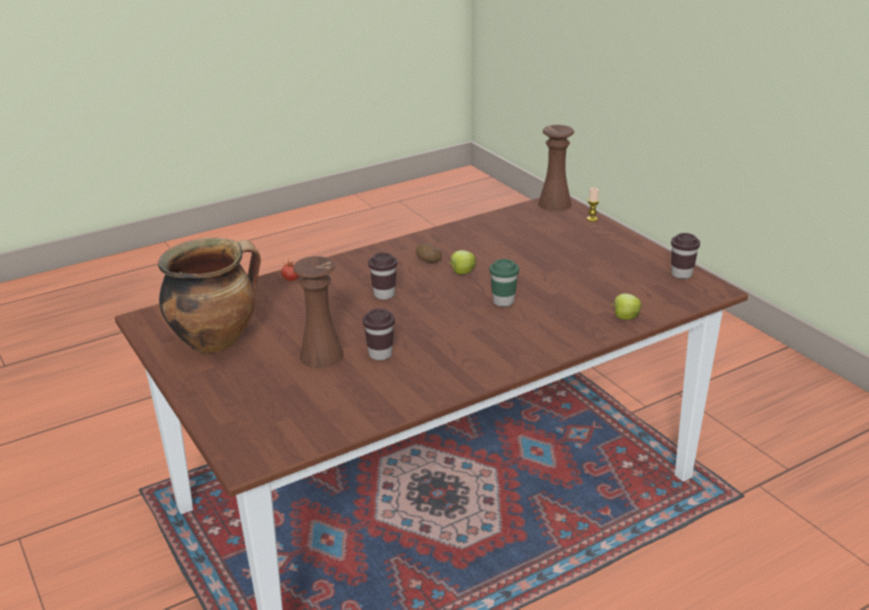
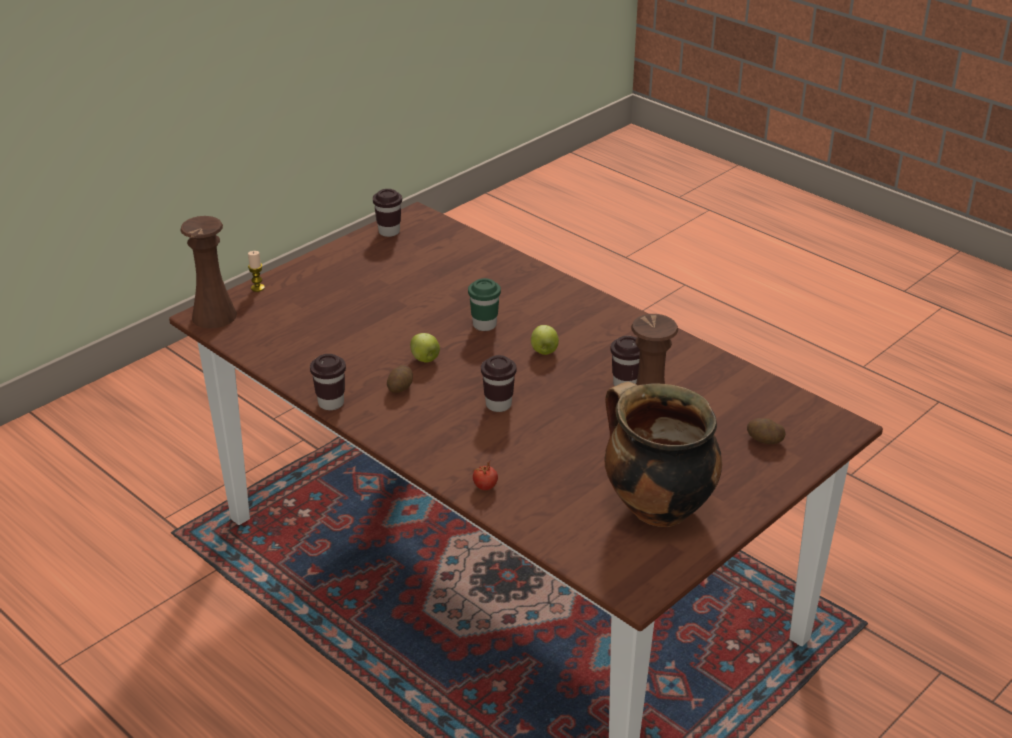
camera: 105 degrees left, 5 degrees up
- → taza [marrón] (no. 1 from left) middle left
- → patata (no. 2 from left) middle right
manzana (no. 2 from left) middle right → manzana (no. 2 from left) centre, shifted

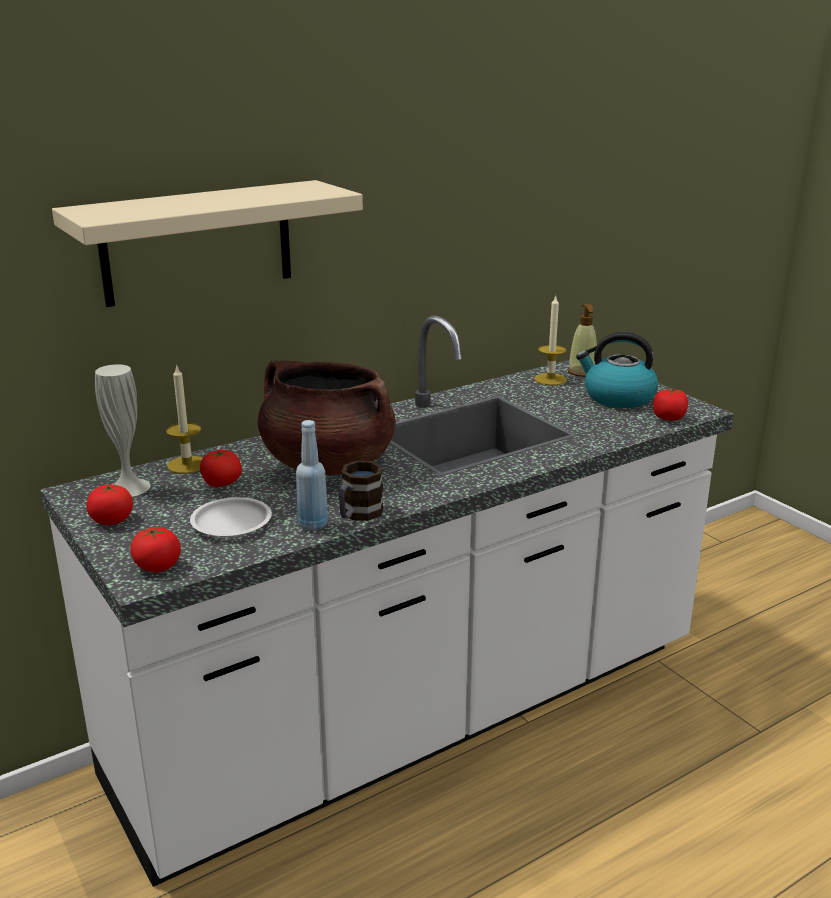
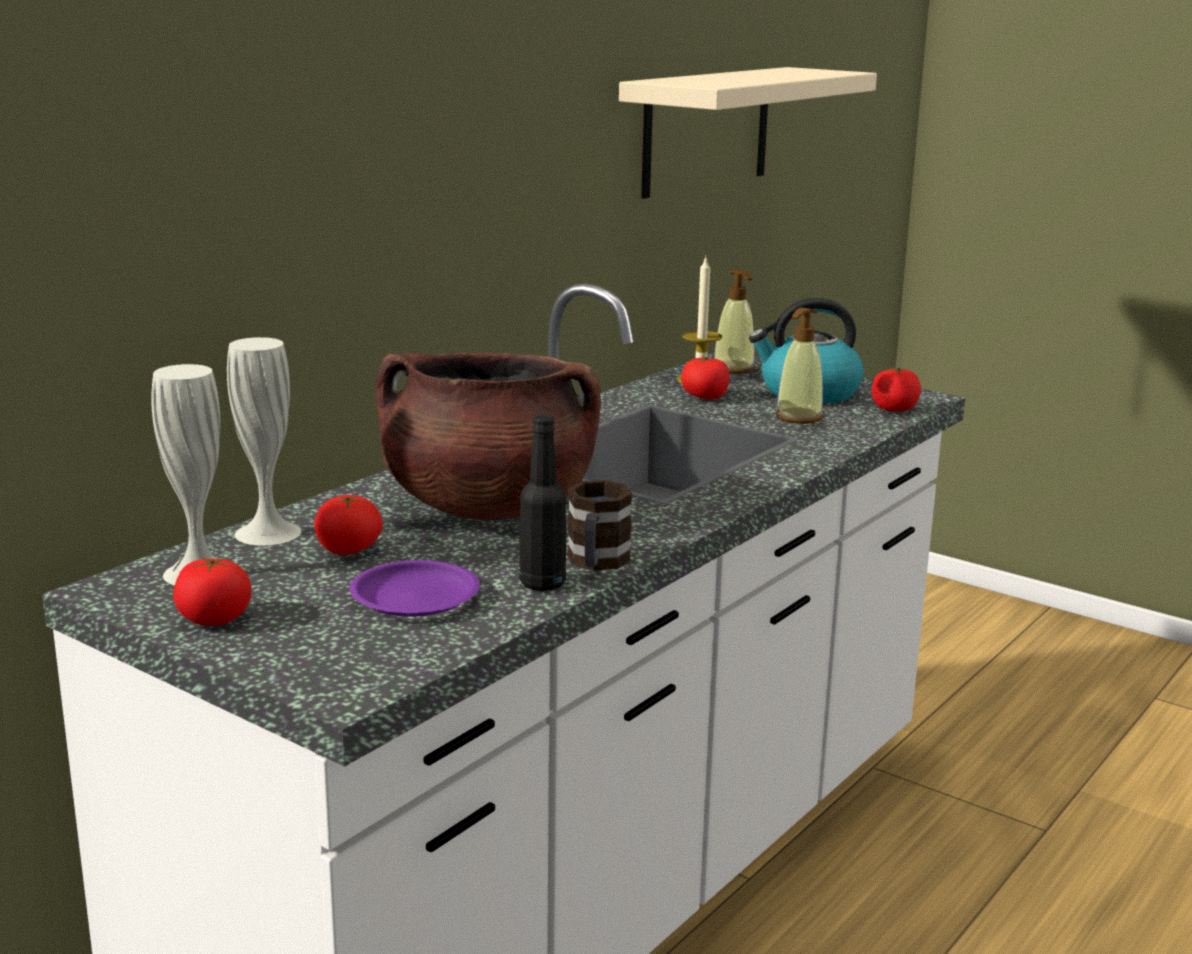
camera: 20 degrees left, 5 degrees down
- → dispensador de jabón (no. 2 from left) middle right
estante [beis] top left → estante [beis] top centre, shifted
tomate (no. 2 from left in the first image) middle left → tomate (no. 3 from left) centre, shifted
vela (no. 1 from left) middle left → florero [blanco] (no. 2 from left) middle left
plato [blanco] middle left → plato [morado] centre
botella [azul] centre → botella [negro] centre

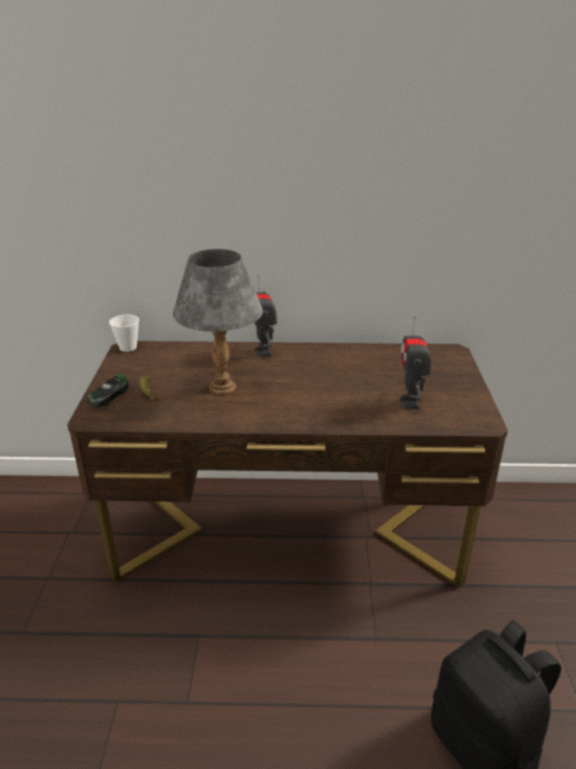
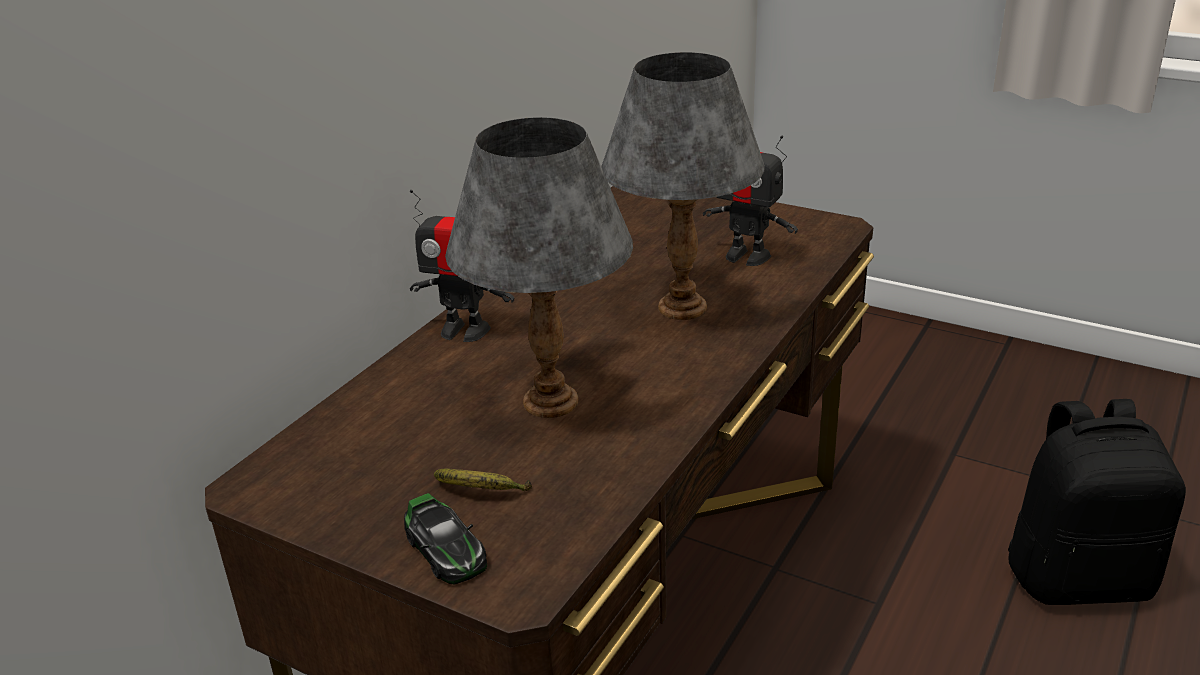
camera: 60 degrees left, 0 degrees up
taza middle left → -
- → lámpara de mesa [gris] (no. 2 from left) top centre

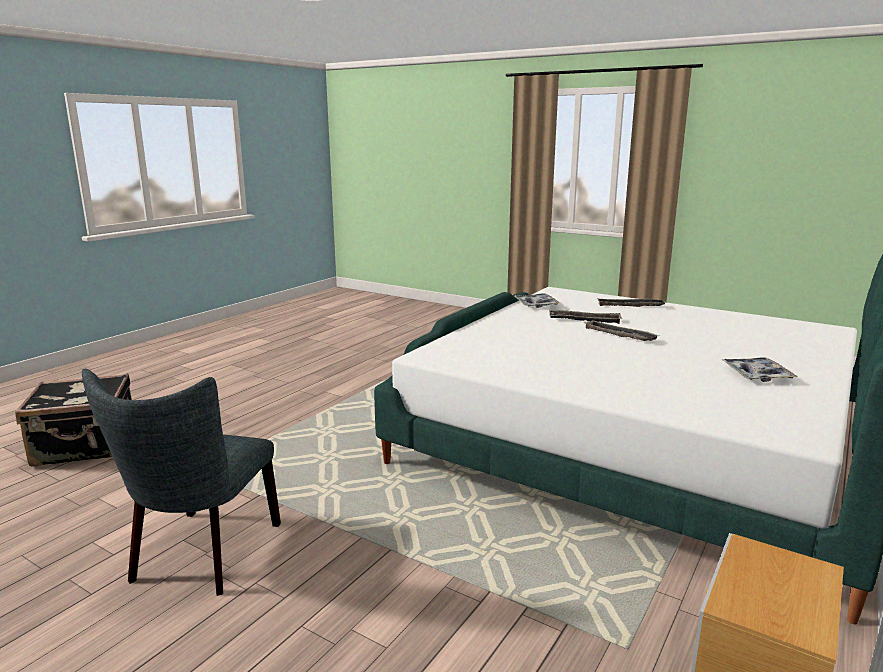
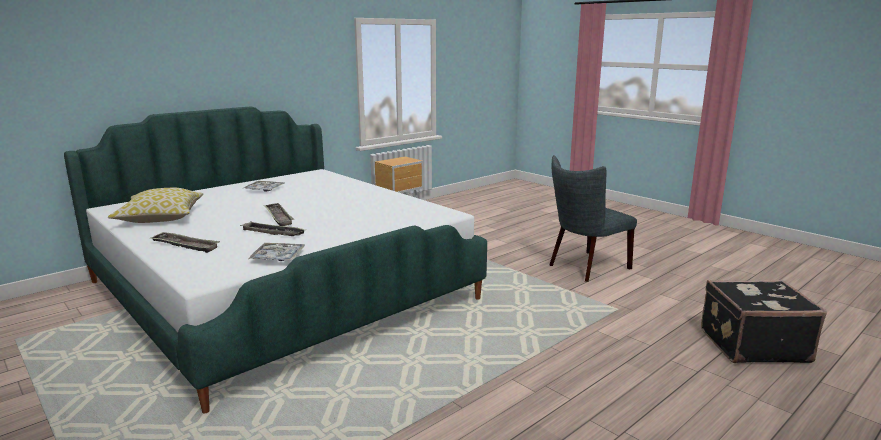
camera: 165 degrees left, 0 degrees up
- → cojín middle left
silla [gris] bottom left → silla [gris] middle right, 150 degrees counterclockwise

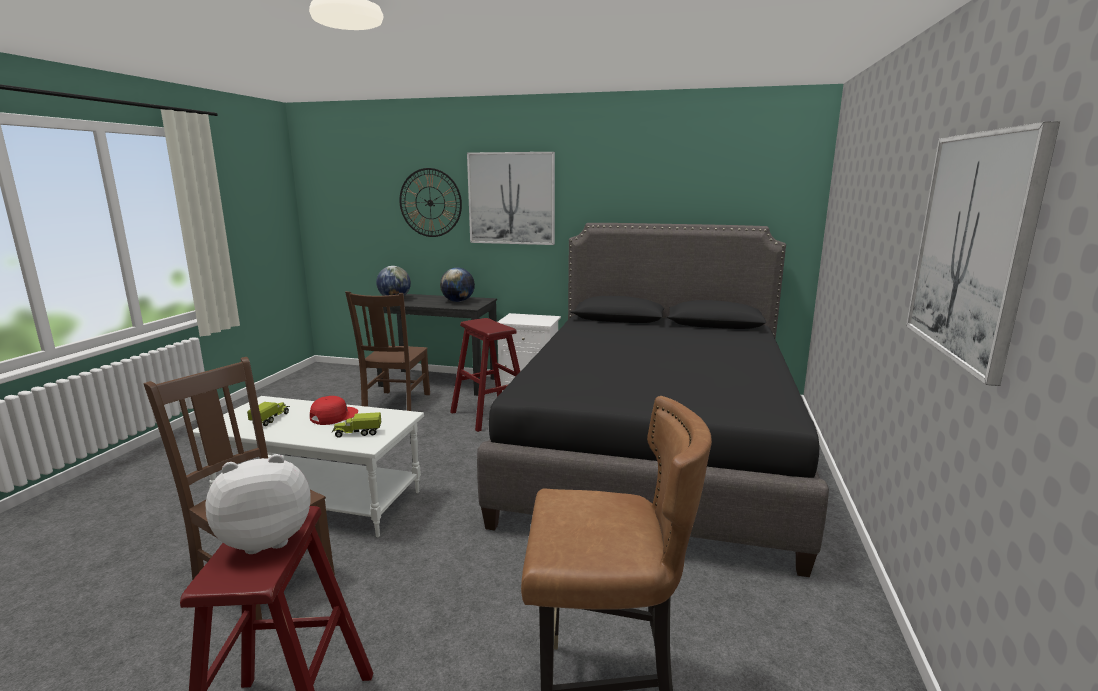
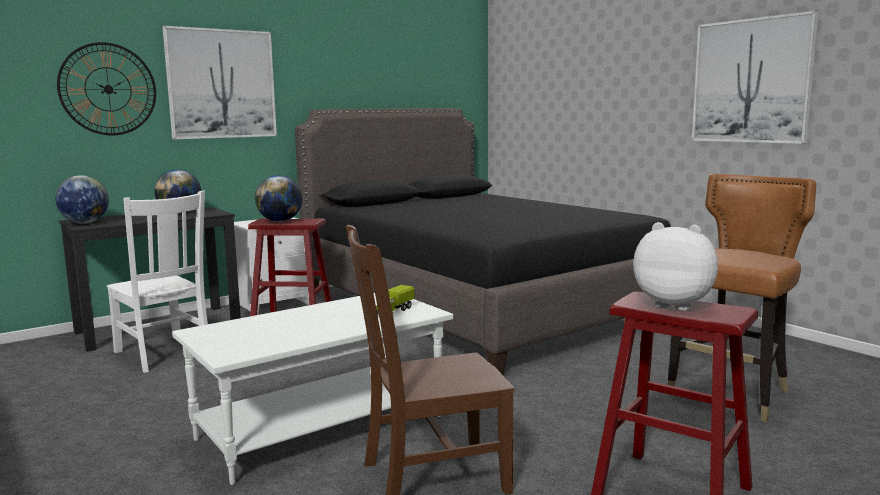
camera: 50 degrees left, 5 degrees down
camión de juguete (no. 1 from left) middle left → -
gorra [rojo] middle left → -
- → globo terráqueo (no. 3 from left) middle left
silla [marrón] (no. 2 from left) centre → silla [blanco] middle left
peluche bottom left → peluche middle right, 105 degrees clockwise

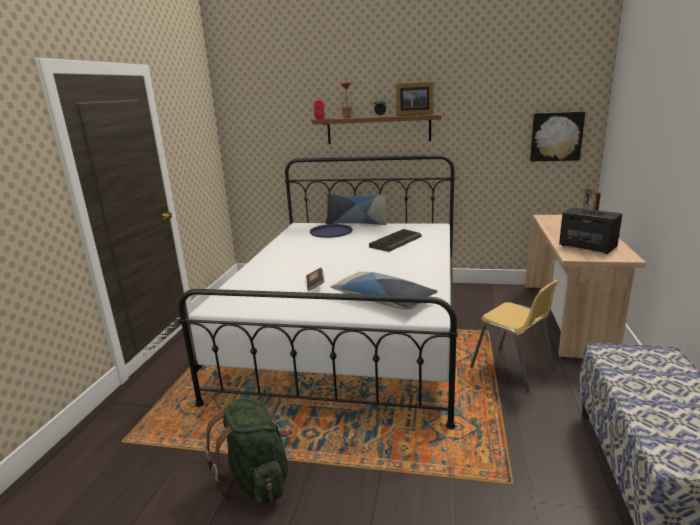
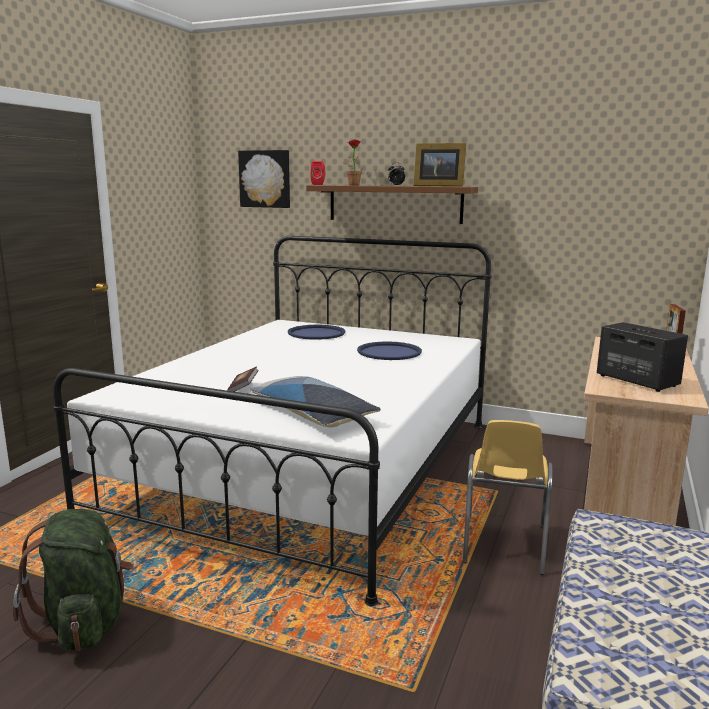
camera: 10 degrees right, 5 degrees down
cojín (no. 1 from left) centre → -
cuadro top right → cuadro top centre, shifted
teclado centre → bandeja [azul] (no. 2 from left) centre
silla [amarillo] middle right → silla [amarillo] bottom right, 45 degrees clockwise

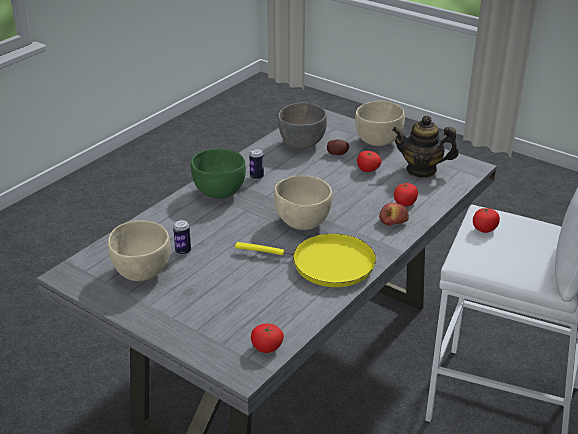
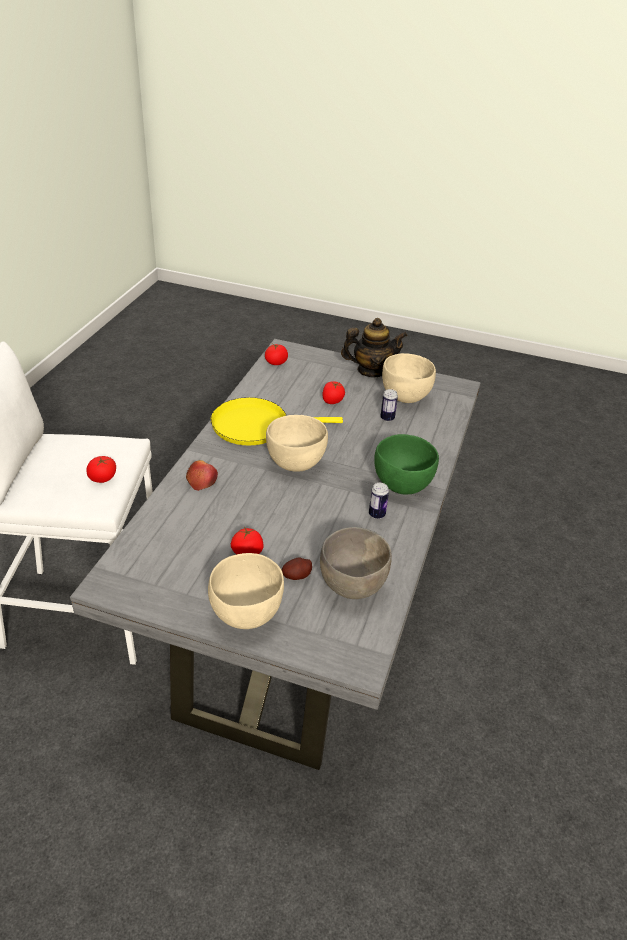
camera: 160 degrees right, 5 degrees up
tetera middle right → tetera centre, shifted
tomate (no. 3 from left in the first image) middle right → tomate (no. 4 from left) centre, shifted

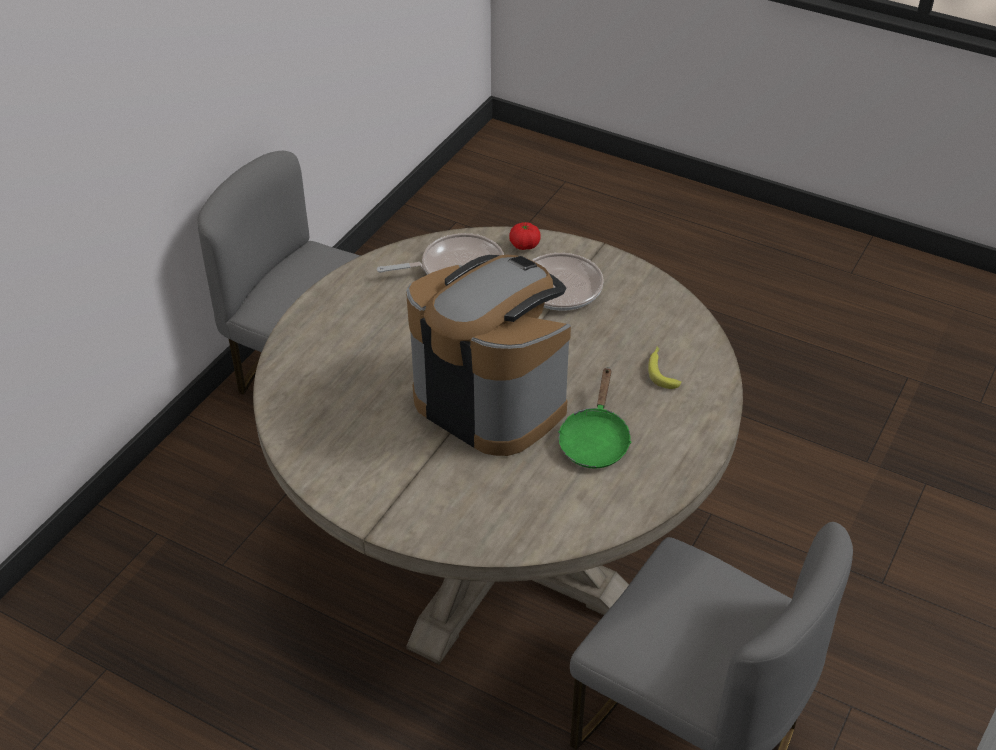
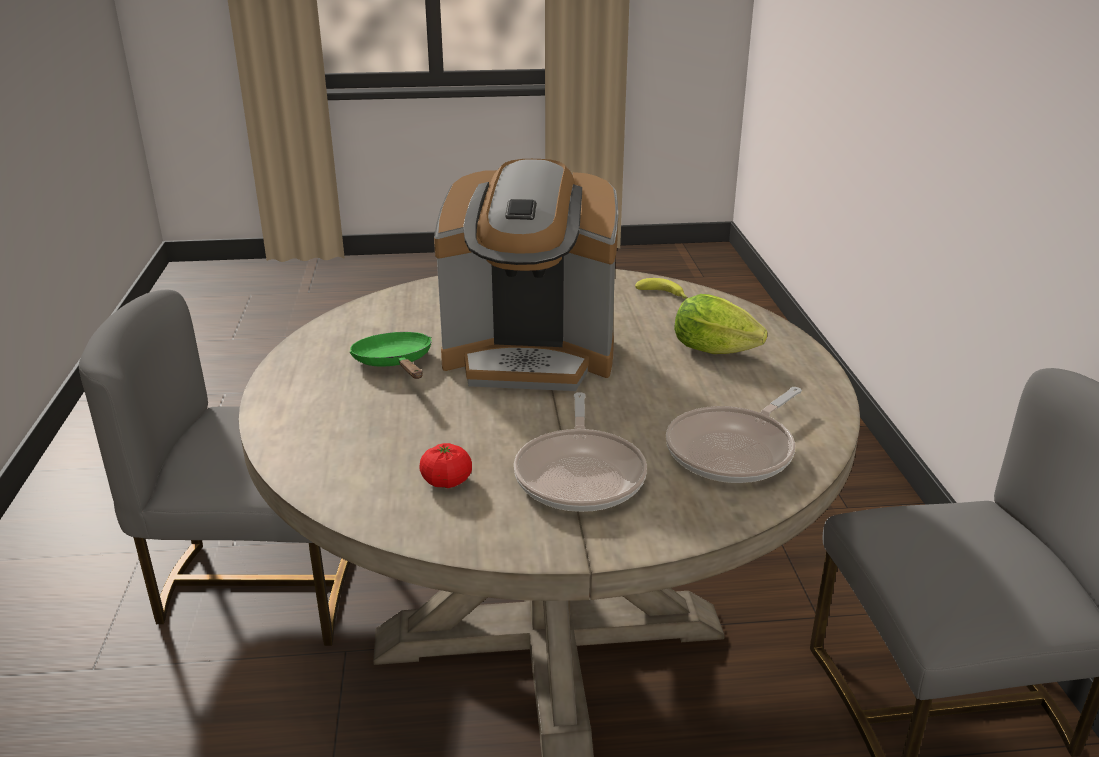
camera: 145 degrees right, 15 degrees down
- → lechuga centre
tomate top centre → tomate centre, shifted
plátano middle right → plátano centre, shifted

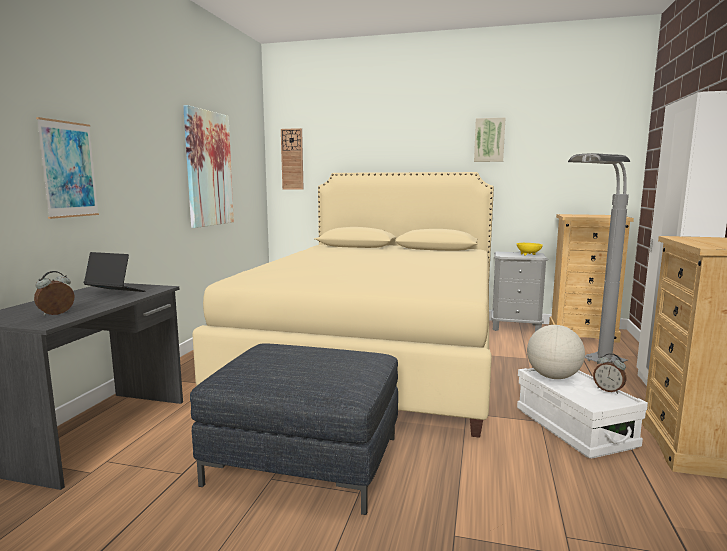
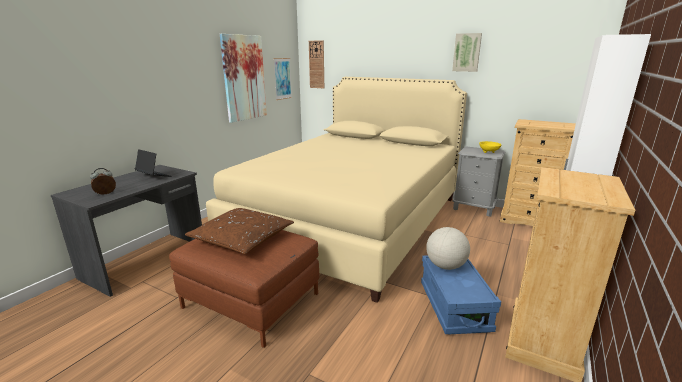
camera: 15 degrees right, 10 degrees up
lámpara de pie [gris] middle right → -
despertador (no. 2 from left) bottom right → -
- → cojín [marrón] centre
cuadro (no. 1 from left in the first image) top left → cuadro (no. 2 from left) top centre, shifted
puf [gris] bottom centre → puf [marrón] bottom centre
caja de almacenaje [blanco] bottom right → caja de almacenaje [azul] bottom right

